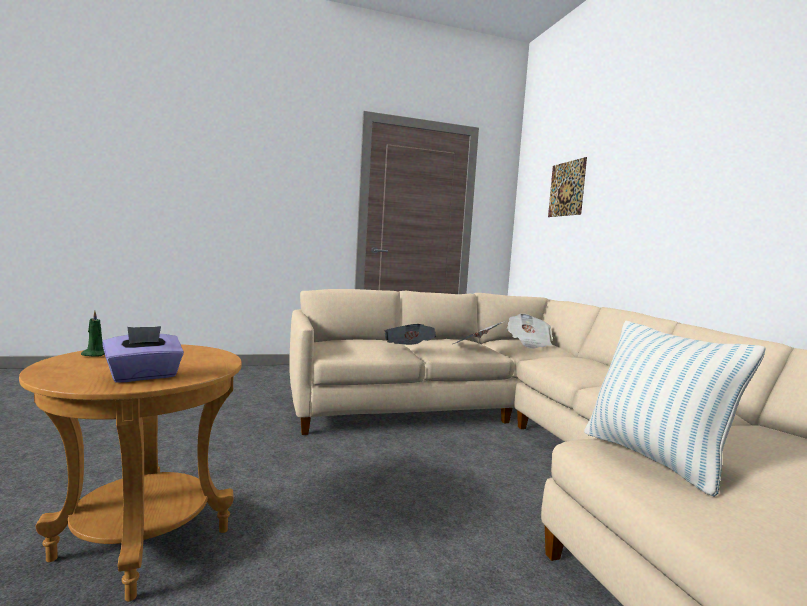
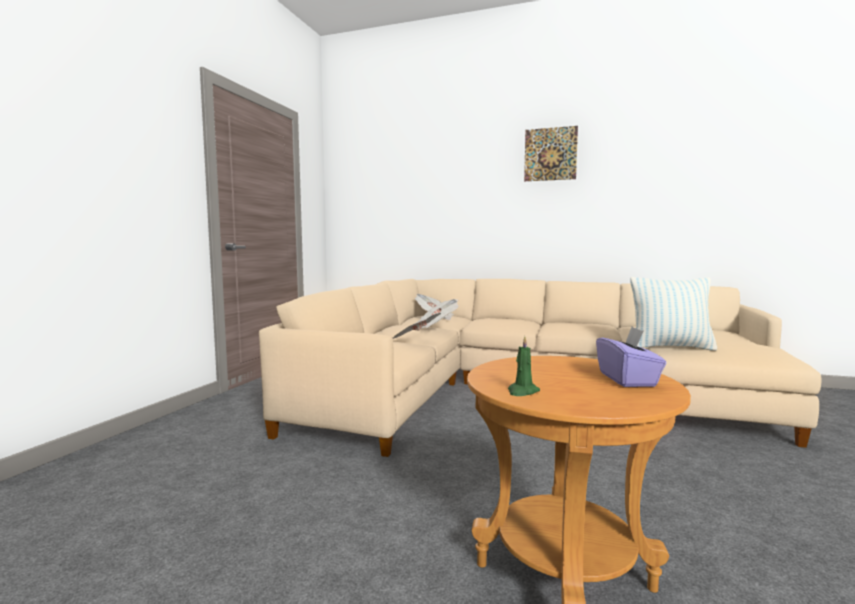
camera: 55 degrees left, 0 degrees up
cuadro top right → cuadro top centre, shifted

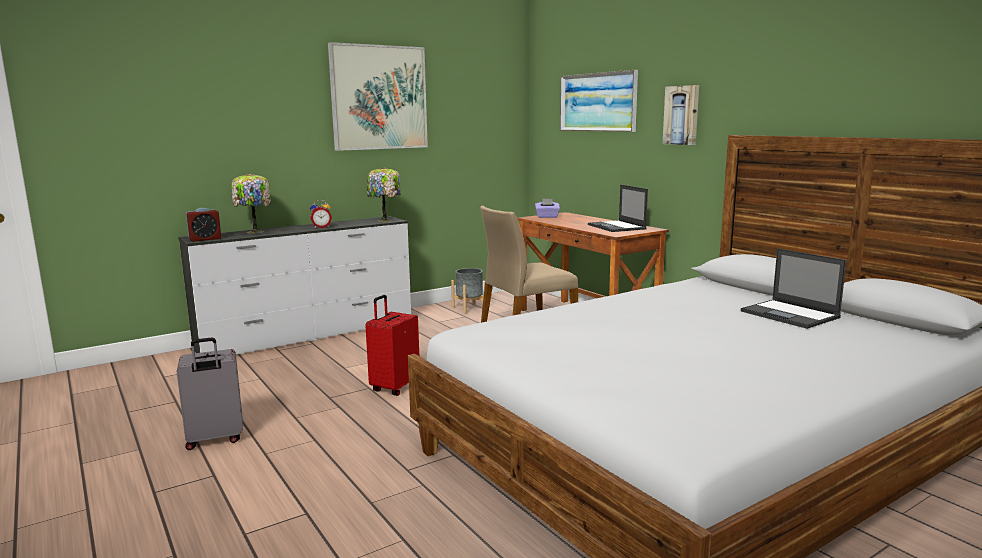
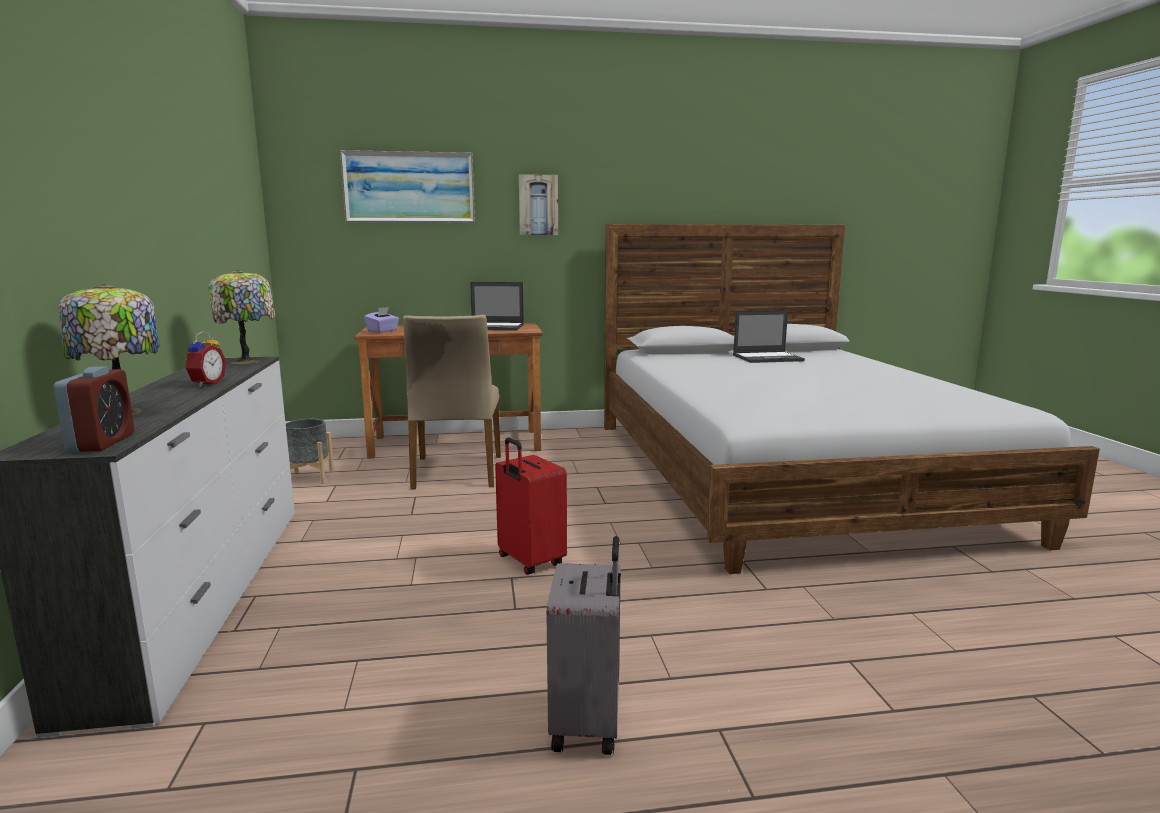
camera: 65 degrees left, 0 degrees up
cuadro (no. 1 from left) top centre → -

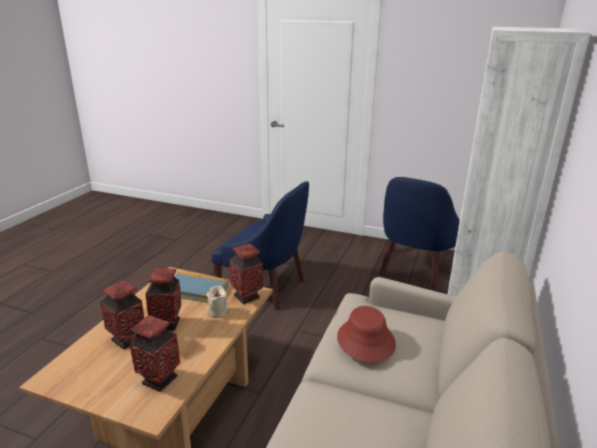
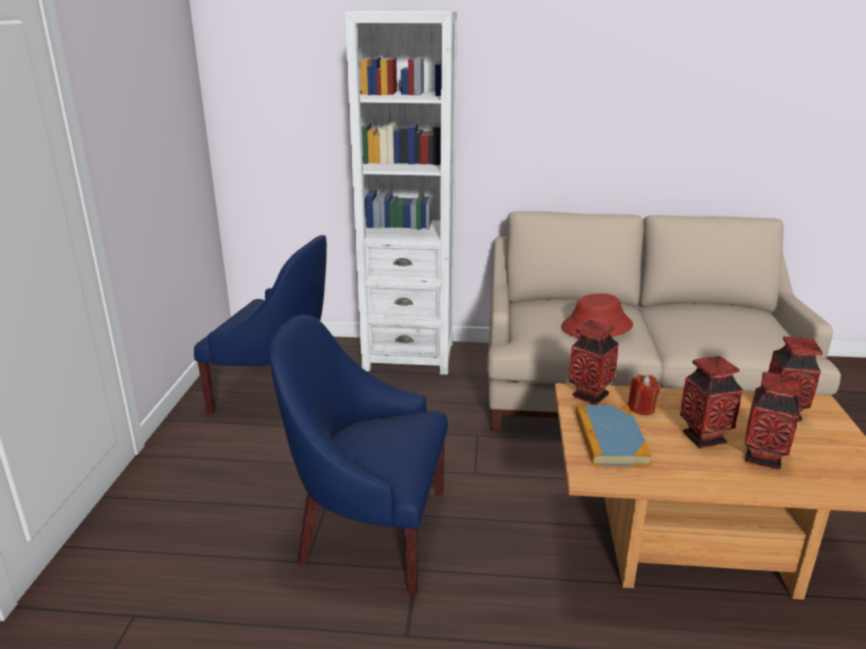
camera: 105 degrees left, 0 degrees up
vela [beis] bottom centre → vela [rojo] middle right
sillón [azul] (no. 1 from left in the first image) centre → sillón [azul] (no. 2 from left) bottom centre, 90 degrees counterclockwise

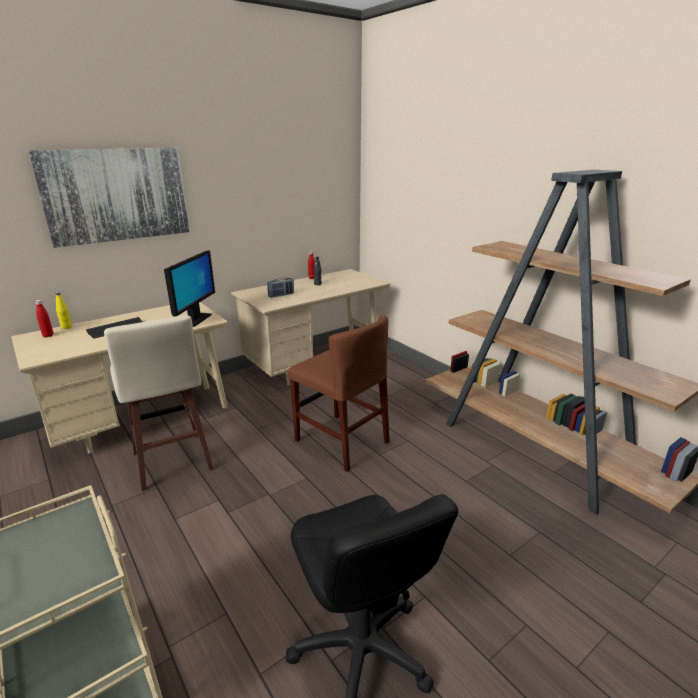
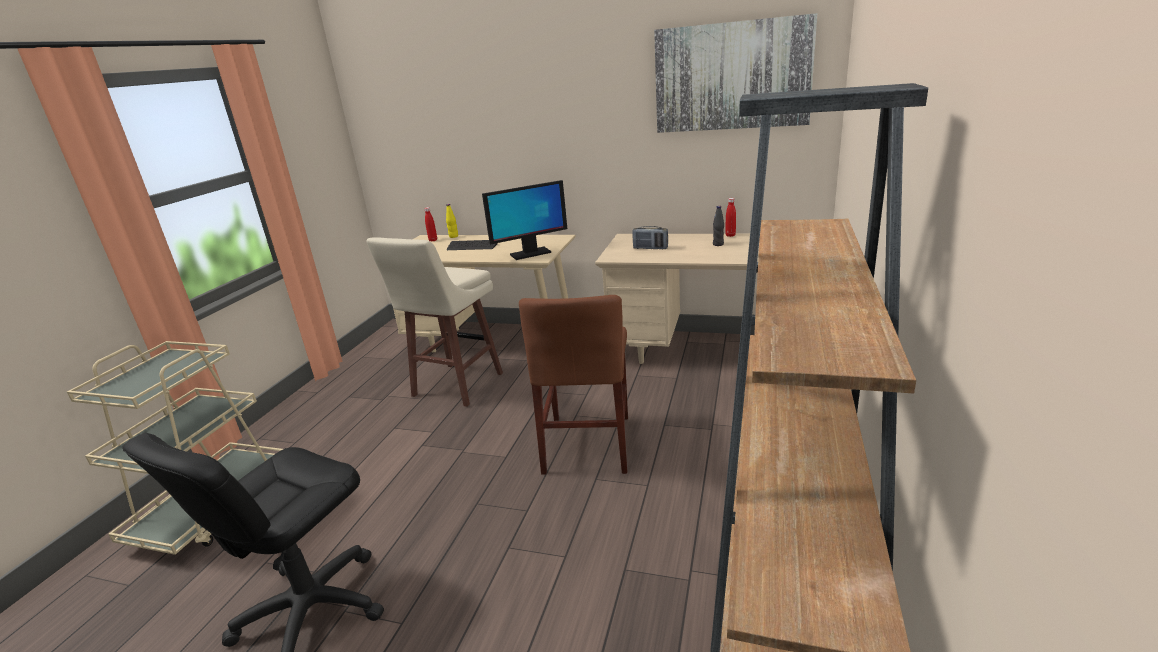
camera: 55 degrees right, 0 degrees up
cuadro top left → cuadro top centre, shifted

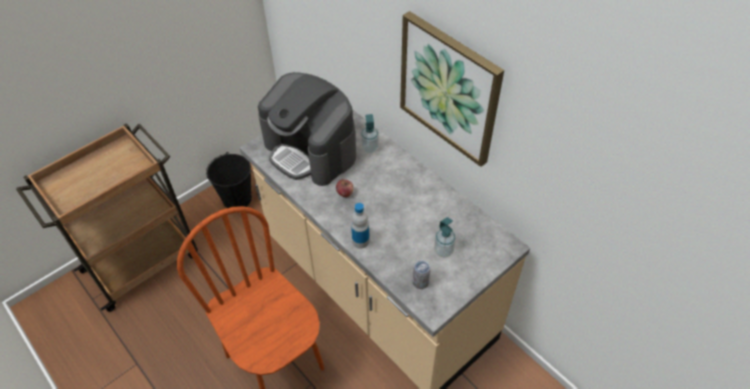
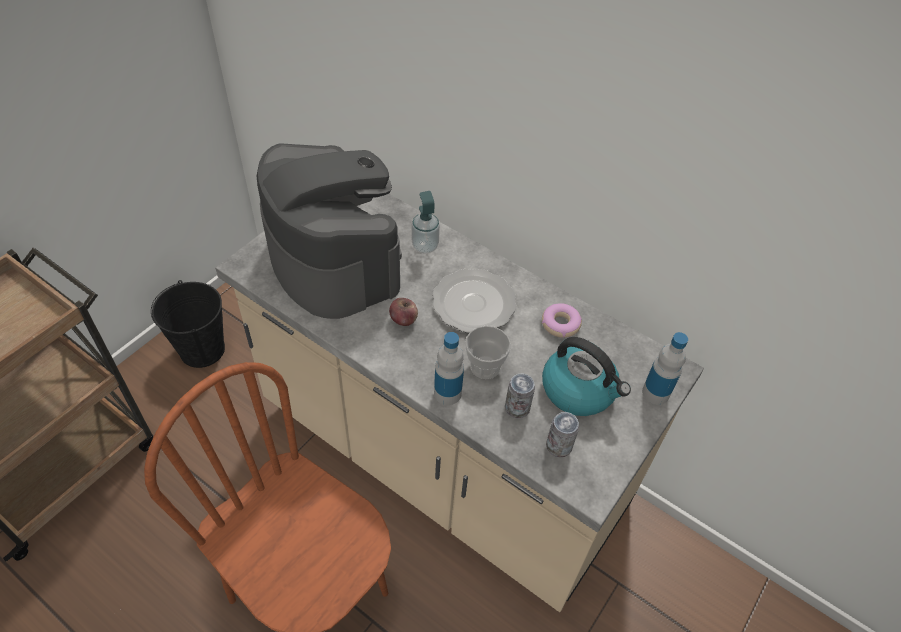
camera: 15 degrees left, 0 degrees up
cuadro top centre → -
- → plato centre
- → taza centre
- → lata (no. 1 from left) centre
- → rosquilla centre
- → botella (no. 2 from left) middle right
dispensador de jabón (no. 2 from left) centre → hervidor centre
cafetera top centre → cafetera centre, 150 degrees counterclockwise

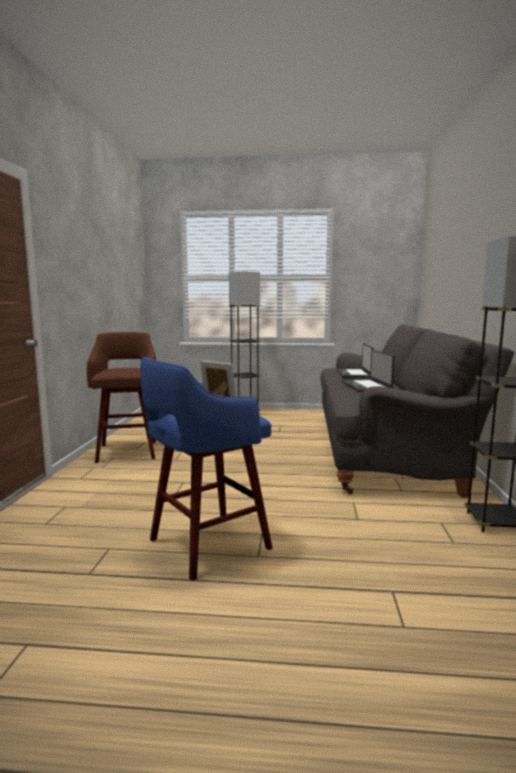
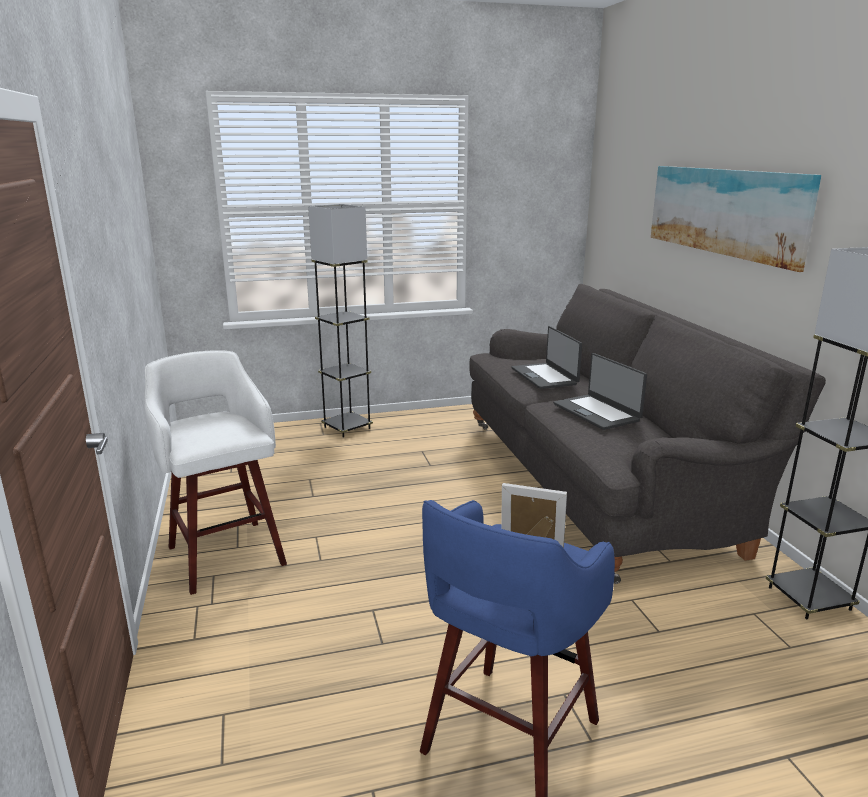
camera: 20 degrees left, 10 degrees up
- → cuadro top right
taburete [marrón] middle left → taburete [blanco] middle left

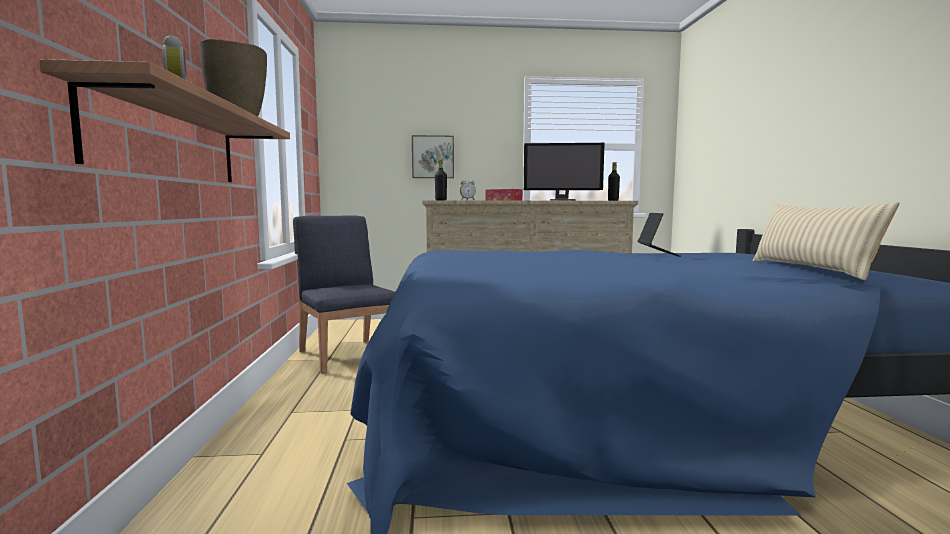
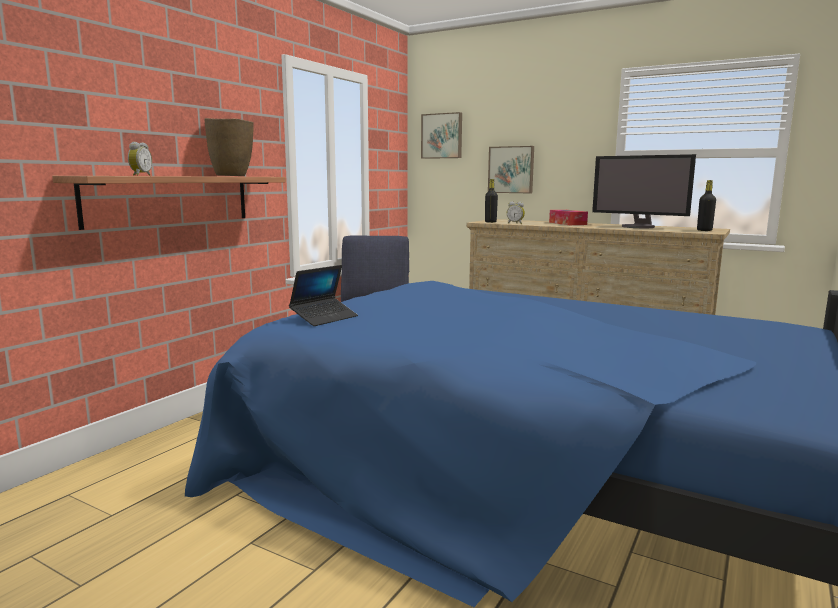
camera: 35 degrees right, 5 degrees up
cojín [beis] middle right → -
- → cuadro (no. 1 from left) top centre
portátil middle right → portátil centre, shifted

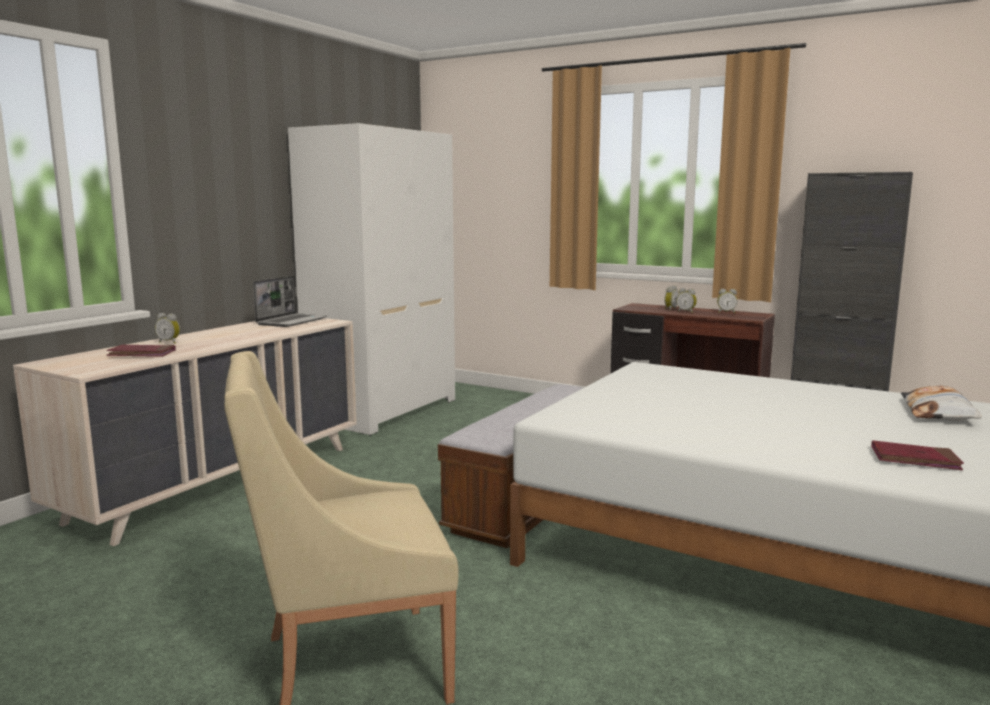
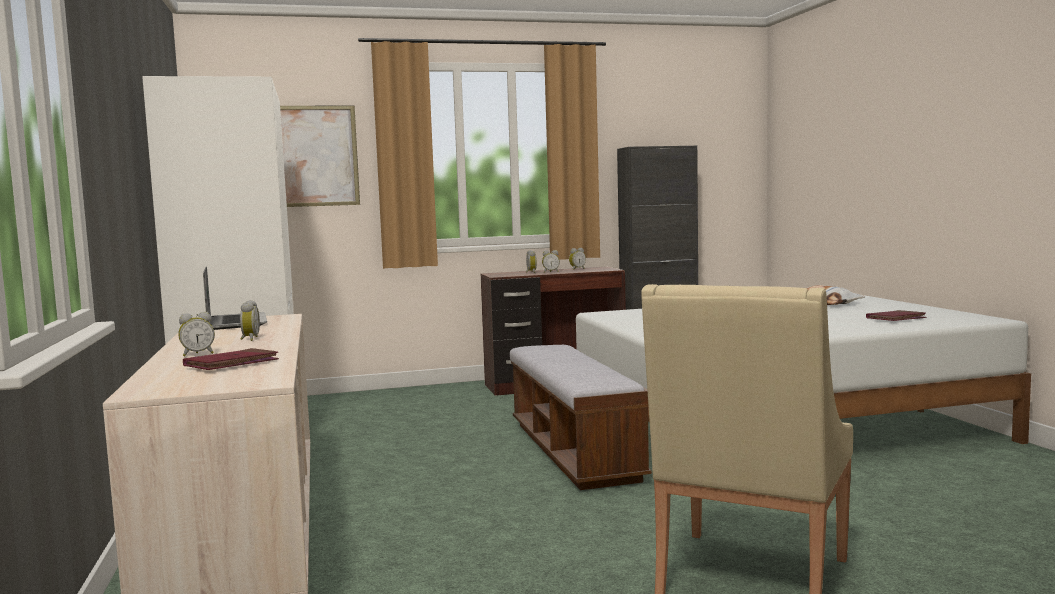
camera: 45 degrees left, 5 degrees down
- → despertador (no. 2 from left) middle left
- → cuadro top left

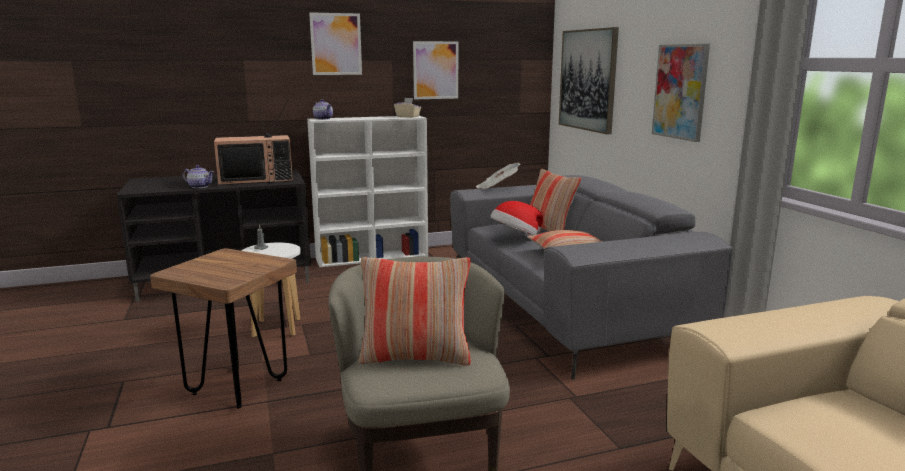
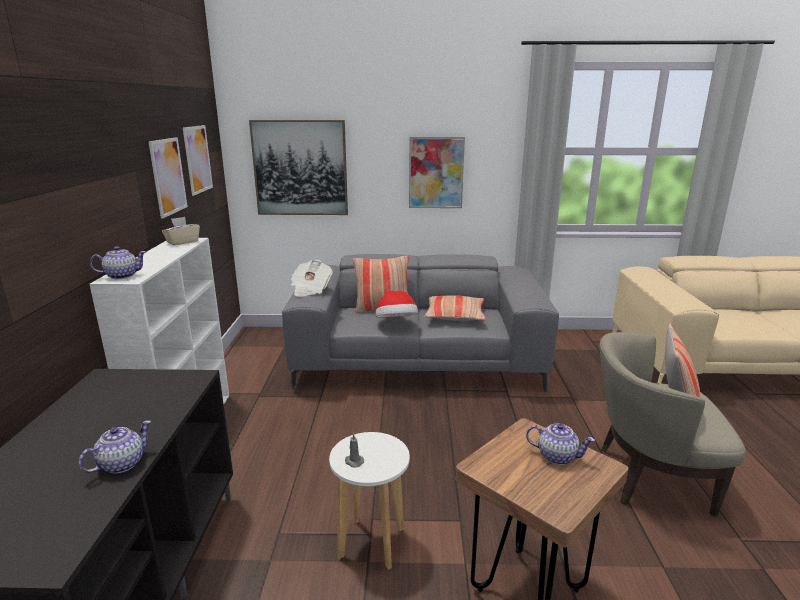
camera: 70 degrees left, 5 degrees up
televisor top left → -
- → tetera (no. 3 from left) bottom right
cuadro (no. 1 from left in the first image) top centre → cuadro (no. 2 from left) top left, shifted

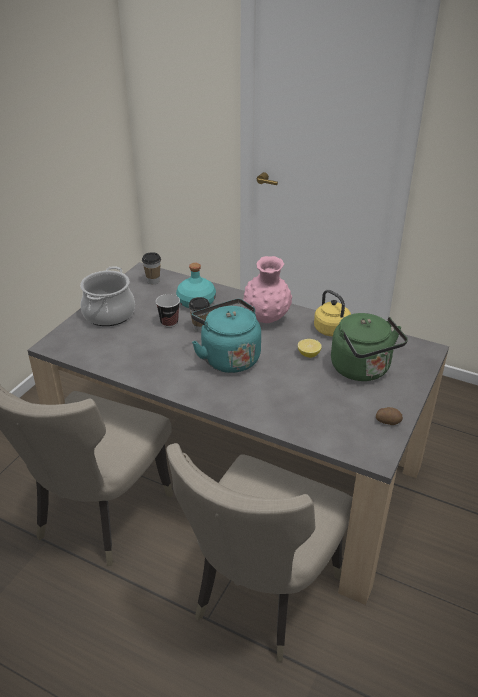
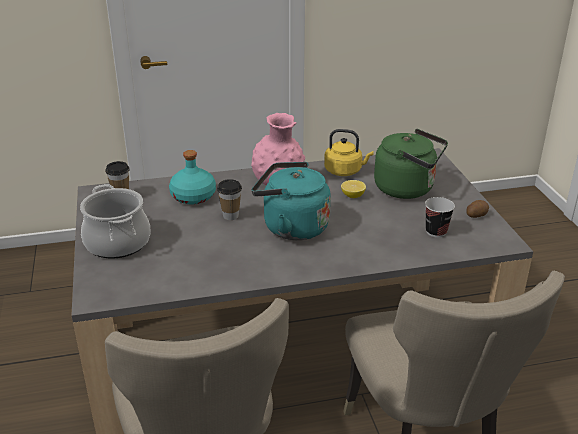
camera: 40 degrees left, 5 degrees down
taza (no. 2 from left in the first image) centre → taza (no. 3 from left) middle right, shifted

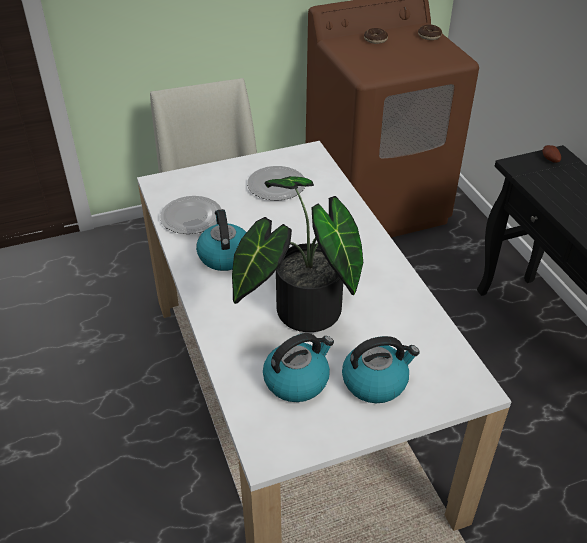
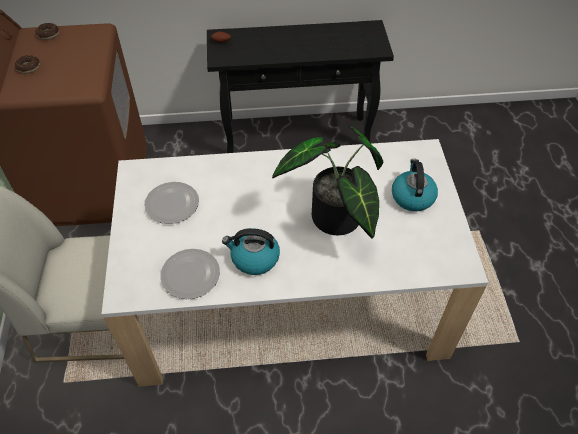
camera: 75 degrees left, 10 degrees up
hervidor (no. 2 from left) bottom centre → -

